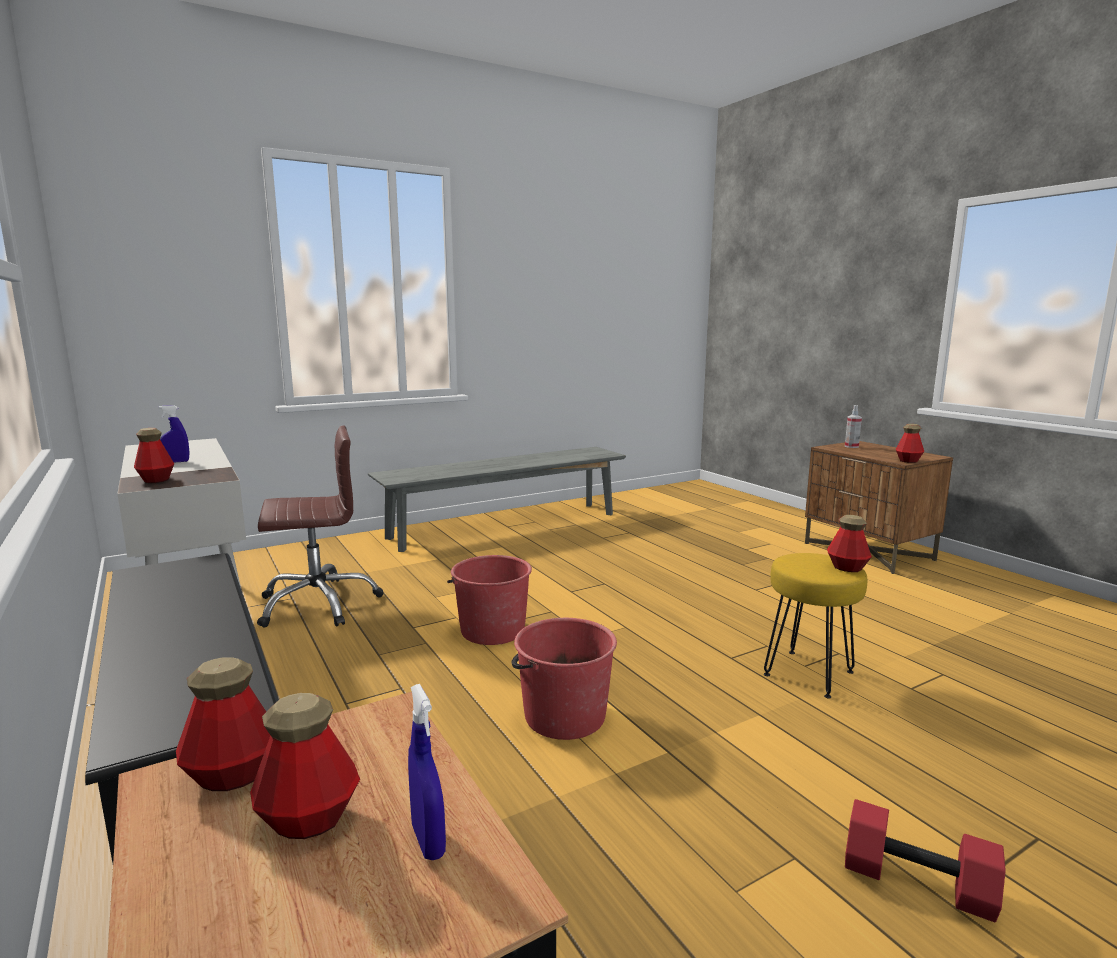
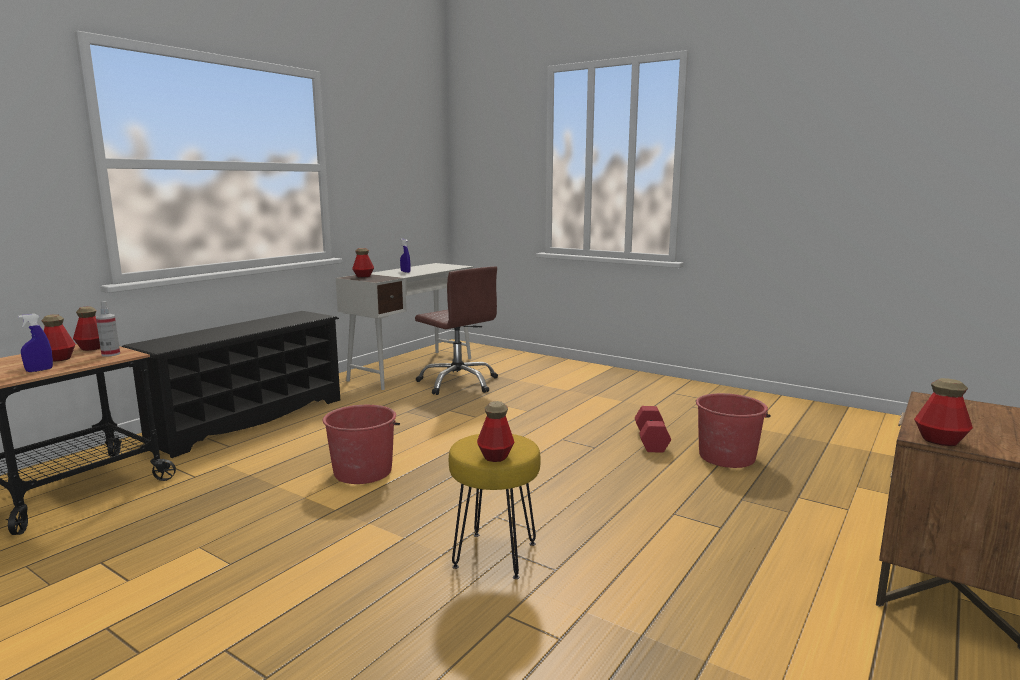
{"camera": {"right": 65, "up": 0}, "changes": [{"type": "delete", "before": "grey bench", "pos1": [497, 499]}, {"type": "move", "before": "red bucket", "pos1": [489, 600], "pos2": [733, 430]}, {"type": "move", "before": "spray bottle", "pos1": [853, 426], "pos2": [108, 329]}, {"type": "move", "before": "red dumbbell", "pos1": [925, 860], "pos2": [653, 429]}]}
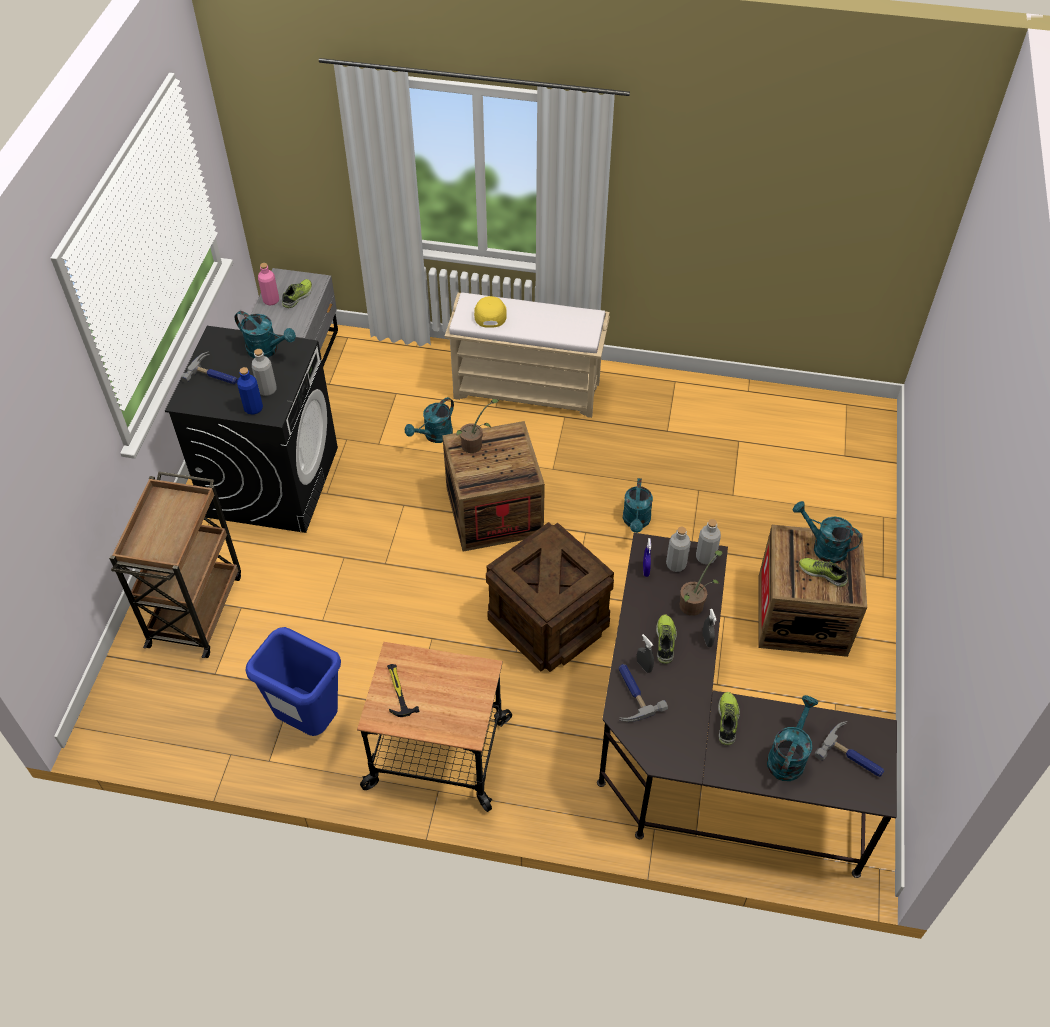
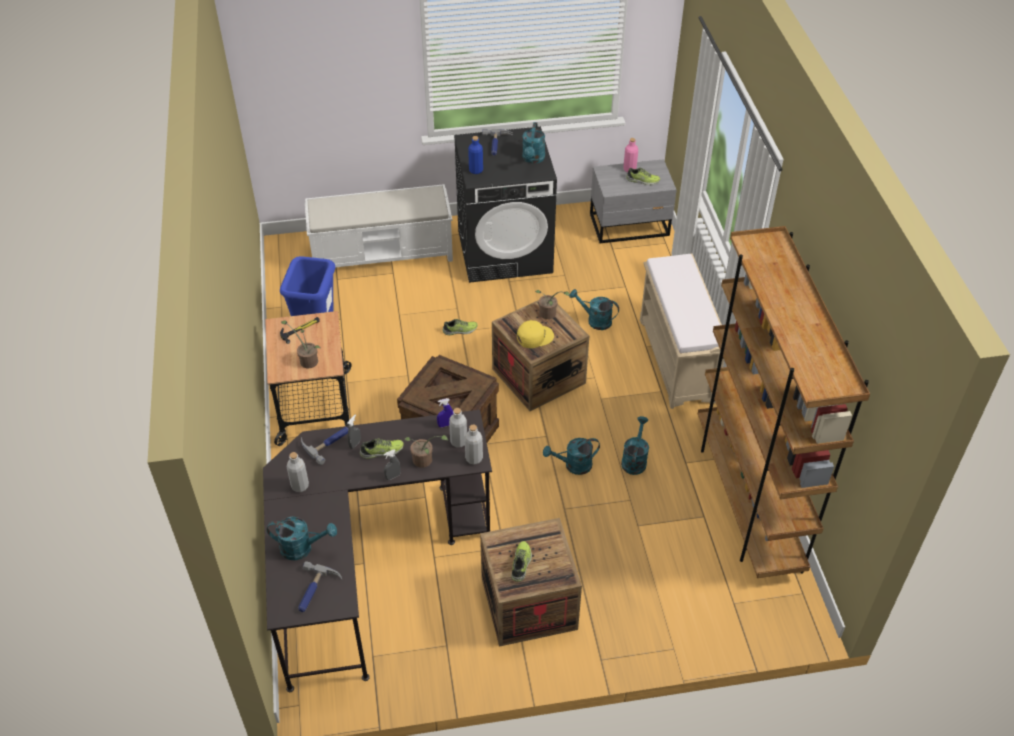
{"camera": {"right": 70, "up": -5}, "changes": [{"type": "insert", "after": "potted plant", "pos2": [300, 344]}, {"type": "insert", "after": "brown bookcase", "pos2": [784, 402]}, {"type": "move", "before": "grey bottle", "pos1": [264, 372], "pos2": [298, 472]}, {"type": "move", "before": "yellow cap", "pos1": [490, 312], "pos2": [535, 334]}, {"type": "move", "before": "shoe", "pos1": [729, 718], "pos2": [460, 327]}, {"type": "move", "before": "turquoise watering can", "pos1": [827, 532], "pos2": [635, 445]}, {"type": "replace", "before": "brown cart", "after": "white bench", "pos1": [175, 565], "pos2": [379, 225]}]}
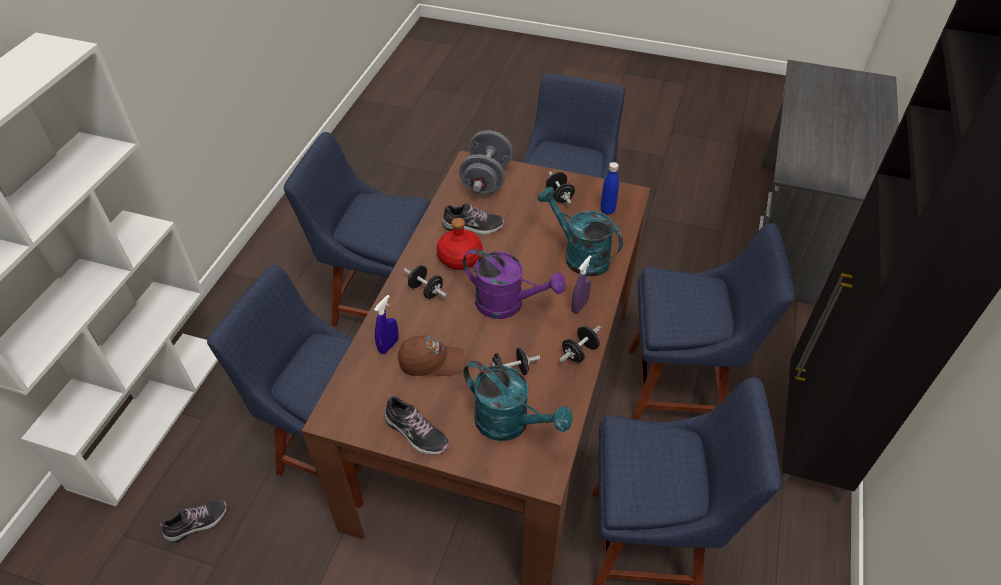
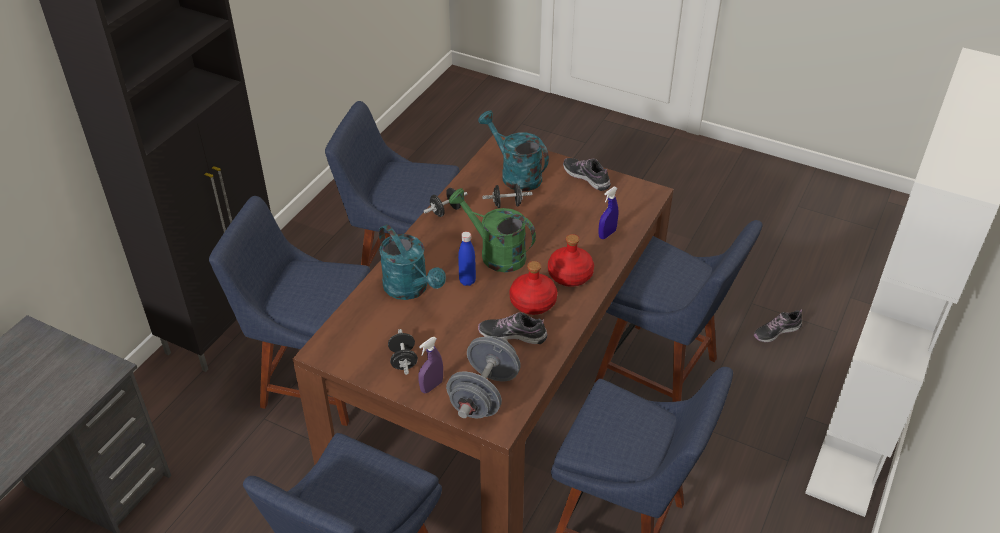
{"camera": {"right": -170, "up": -5}, "changes": [{"type": "delete", "before": "brown cap", "pos1": [431, 356]}, {"type": "move", "before": "purple spray bottle", "pos1": [581, 284], "pos2": [430, 365]}, {"type": "move", "before": "blue bottle", "pos1": [609, 188], "pos2": [467, 258]}, {"type": "replace", "before": "black dumbbell", "after": "red bottle", "pos1": [425, 282], "pos2": [571, 260]}, {"type": "recolor", "before": "purple watering can", "after": "green watering can", "pos1": [514, 284], "pos2": [492, 230]}]}
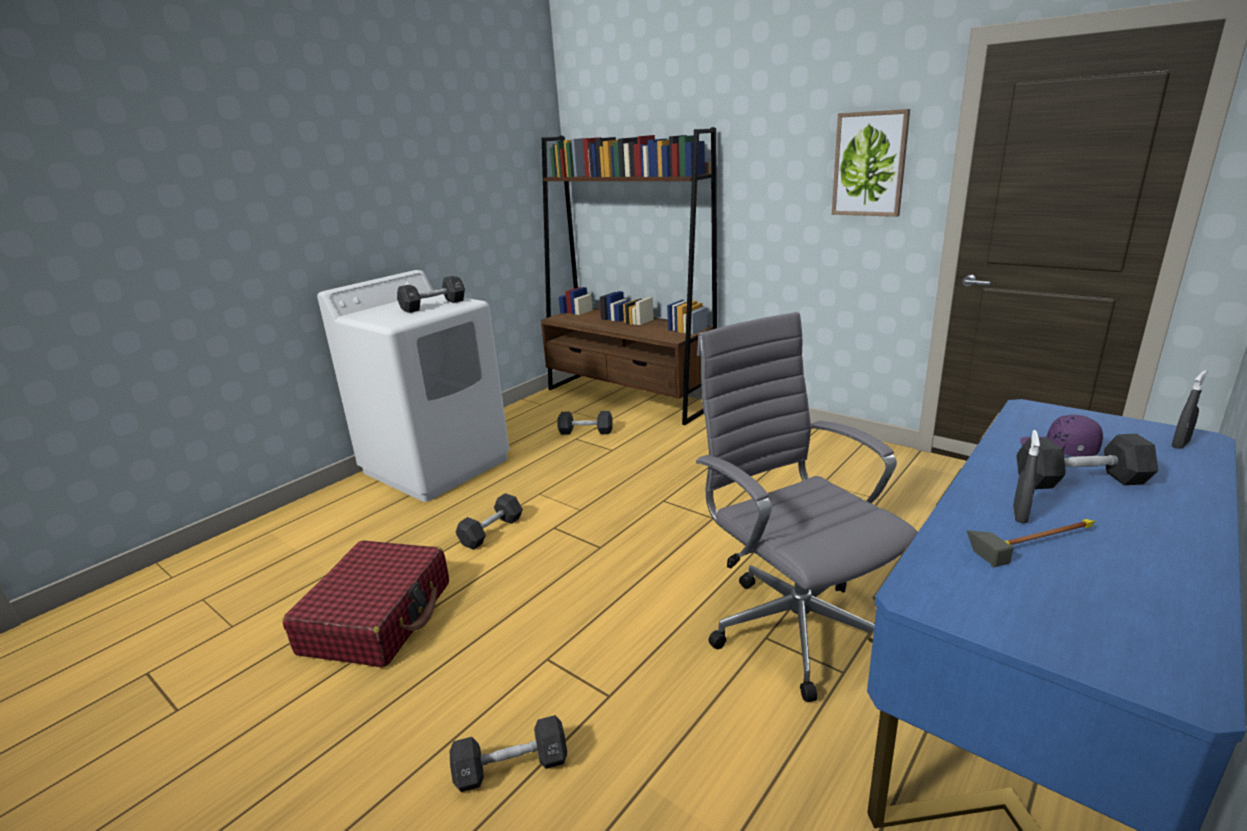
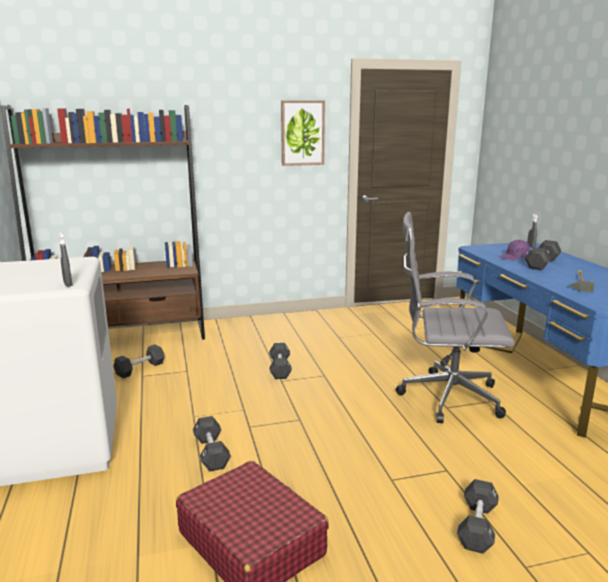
{"camera": {"right": -55, "up": -5}, "changes": [{"type": "move", "before": "black dumbbell", "pos1": [431, 294], "pos2": [280, 361]}, {"type": "move", "before": "grey spray bottle", "pos1": [1026, 476], "pos2": [66, 259]}]}
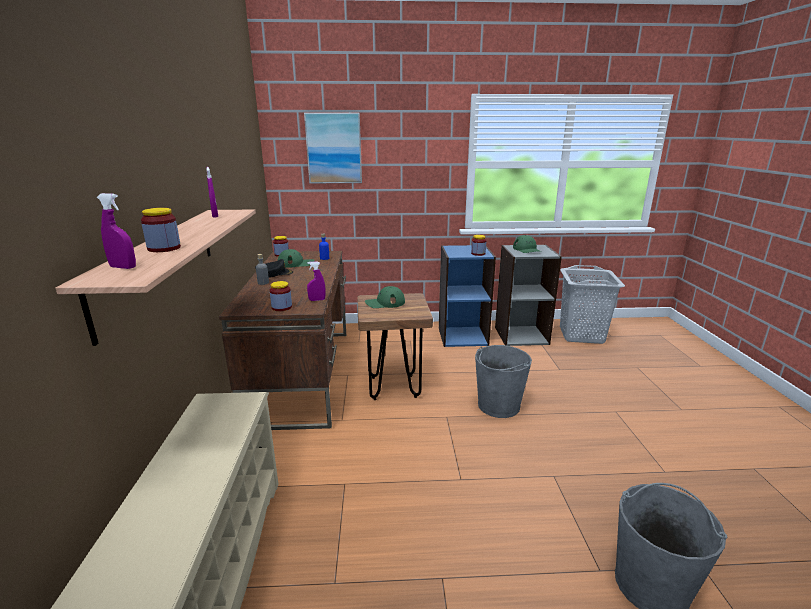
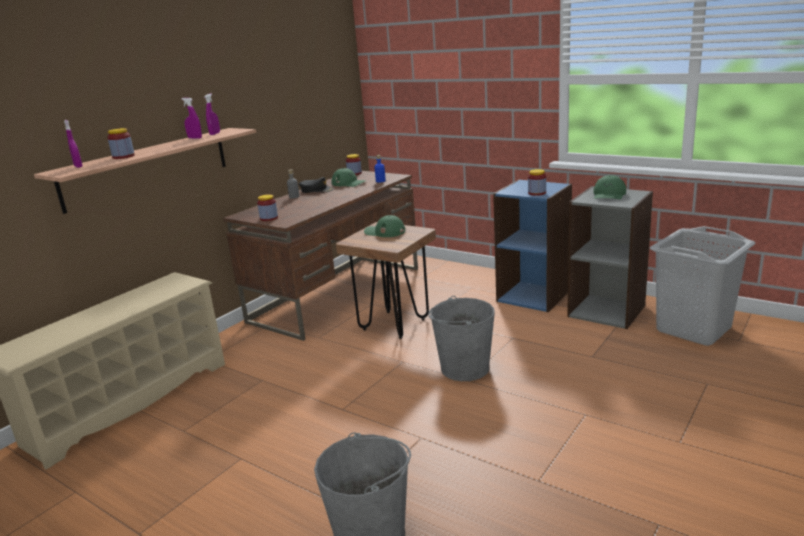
{"camera": {"right": 40, "up": 0}, "changes": [{"type": "delete", "before": "picture", "pos1": [333, 148]}, {"type": "move", "before": "purple spray bottle", "pos1": [316, 281], "pos2": [191, 118]}]}
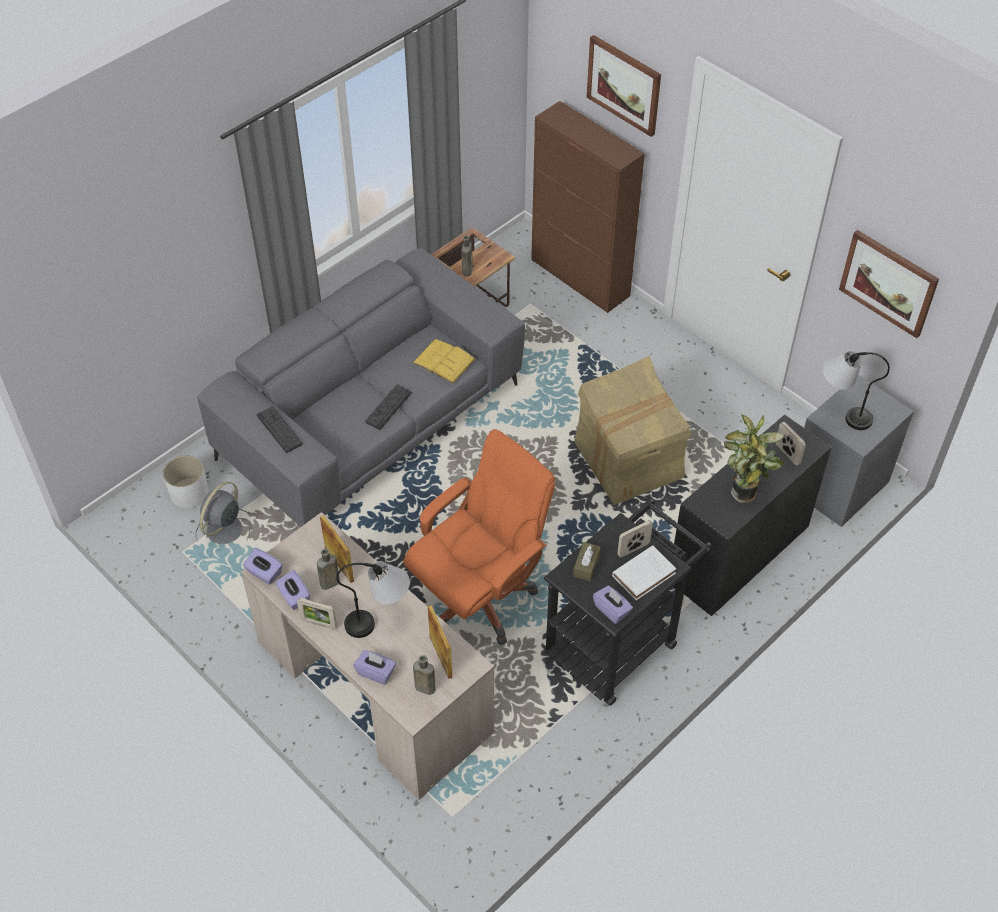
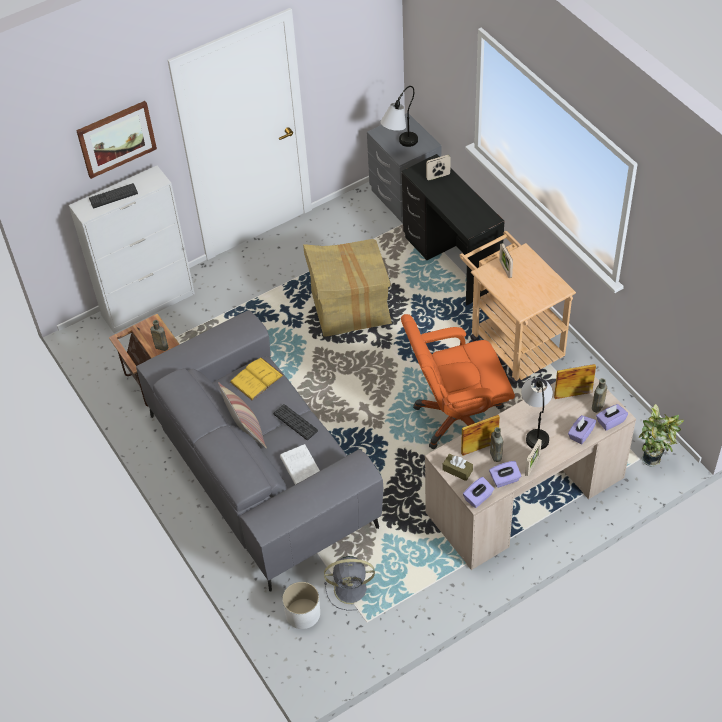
{"camera": {"right": -75, "up": 0}, "changes": [{"type": "delete", "before": "picture", "pos1": [889, 284]}, {"type": "insert", "after": "pillow", "pos2": [242, 415]}, {"type": "move", "before": "keyboard", "pos1": [280, 429], "pos2": [113, 195]}, {"type": "move", "before": "brown tissue box", "pos1": [587, 561], "pos2": [458, 467]}, {"type": "move", "before": "purple tissue box", "pos1": [613, 605], "pos2": [612, 417]}, {"type": "move", "before": "white book", "pos1": [644, 572], "pos2": [300, 464]}, {"type": "move", "before": "potted plant", "pos1": [754, 458], "pos2": [661, 435]}, {"type": "recolor", "before": "brown cabinet", "after": "white cabinet", "pos1": [588, 207], "pos2": [132, 249]}, {"type": "recolor", "before": "black cart", "after": "beige cart", "pos1": [628, 602], "pos2": [518, 307]}, {"type": "rotate", "before": "grey fan", "pos1": [223, 512], "pos2": [349, 583], "turn": -45}, {"type": "rotate", "before": "orange office chair", "pos1": [479, 537], "pos2": [458, 381], "turn": -75}]}
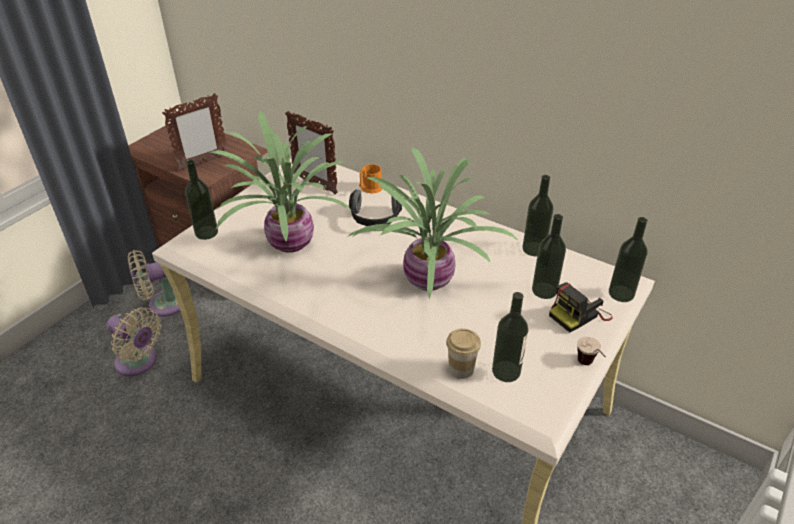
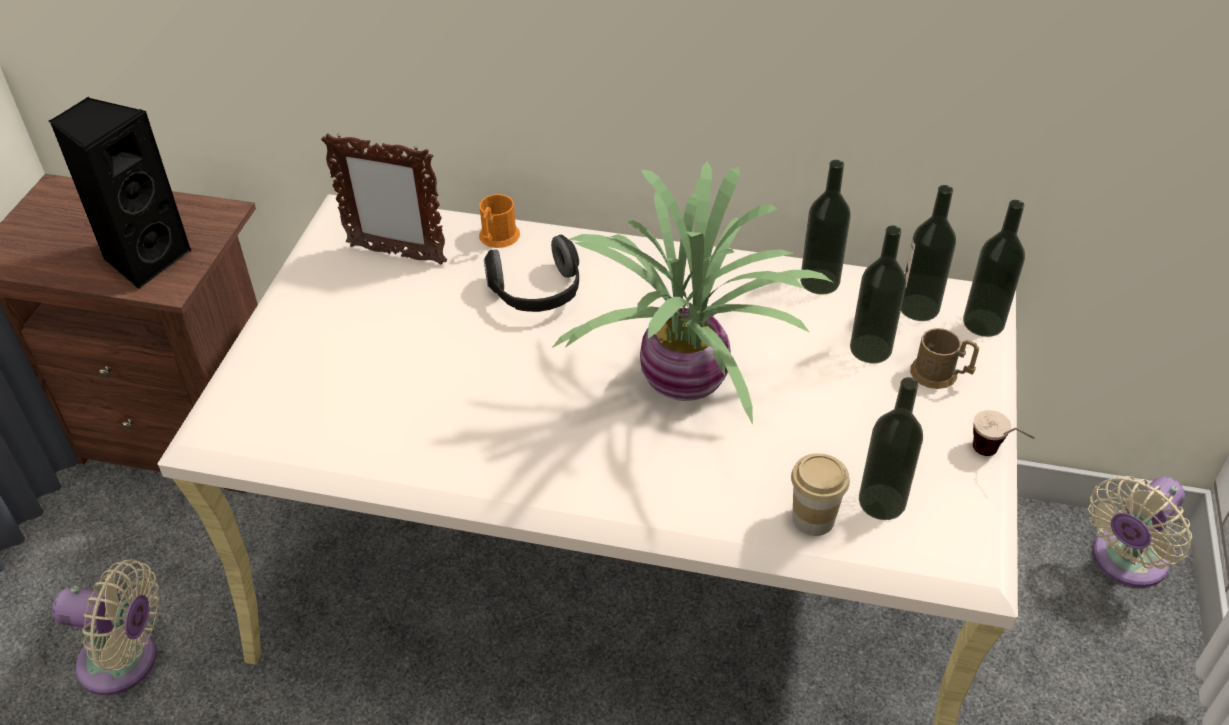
{"camera": {"right": -20, "up": 5}, "changes": [{"type": "delete", "before": "potted plant", "pos1": [281, 182]}, {"type": "move", "before": "beige fan", "pos1": [154, 283], "pos2": [1140, 532]}, {"type": "move", "before": "bottle", "pos1": [201, 200], "pos2": [928, 253]}, {"type": "replace", "before": "picture frame", "after": "black speaker", "pos1": [195, 132], "pos2": [120, 193]}, {"type": "replace", "before": "photo camera", "after": "brown mug", "pos1": [581, 307], "pos2": [944, 358]}]}
